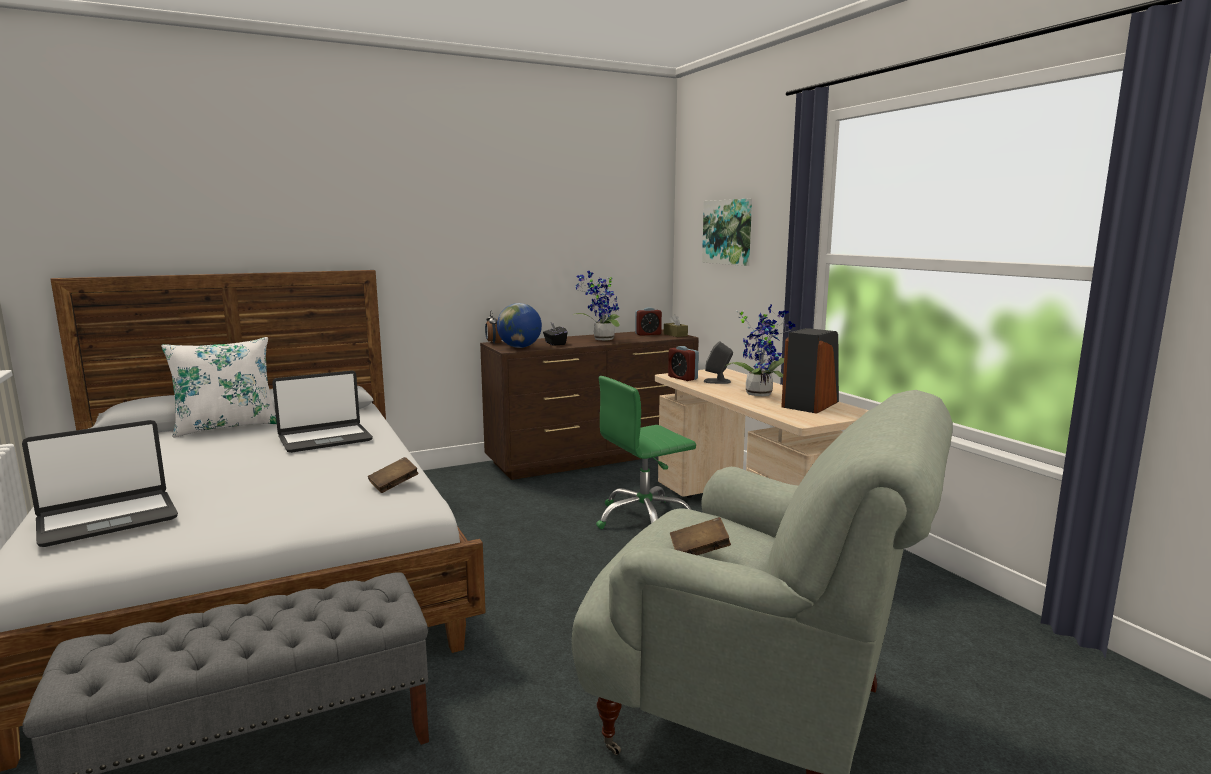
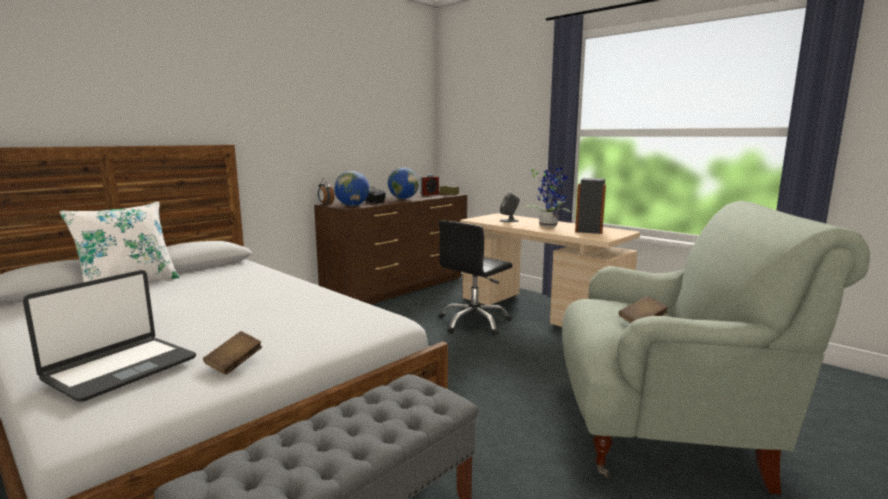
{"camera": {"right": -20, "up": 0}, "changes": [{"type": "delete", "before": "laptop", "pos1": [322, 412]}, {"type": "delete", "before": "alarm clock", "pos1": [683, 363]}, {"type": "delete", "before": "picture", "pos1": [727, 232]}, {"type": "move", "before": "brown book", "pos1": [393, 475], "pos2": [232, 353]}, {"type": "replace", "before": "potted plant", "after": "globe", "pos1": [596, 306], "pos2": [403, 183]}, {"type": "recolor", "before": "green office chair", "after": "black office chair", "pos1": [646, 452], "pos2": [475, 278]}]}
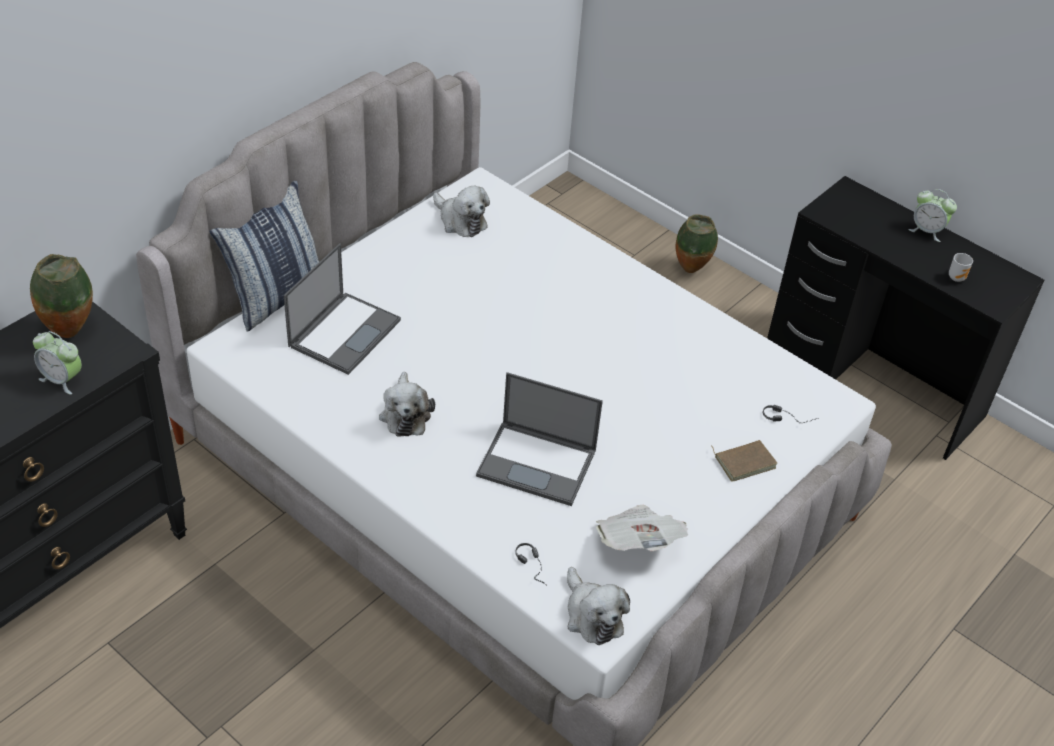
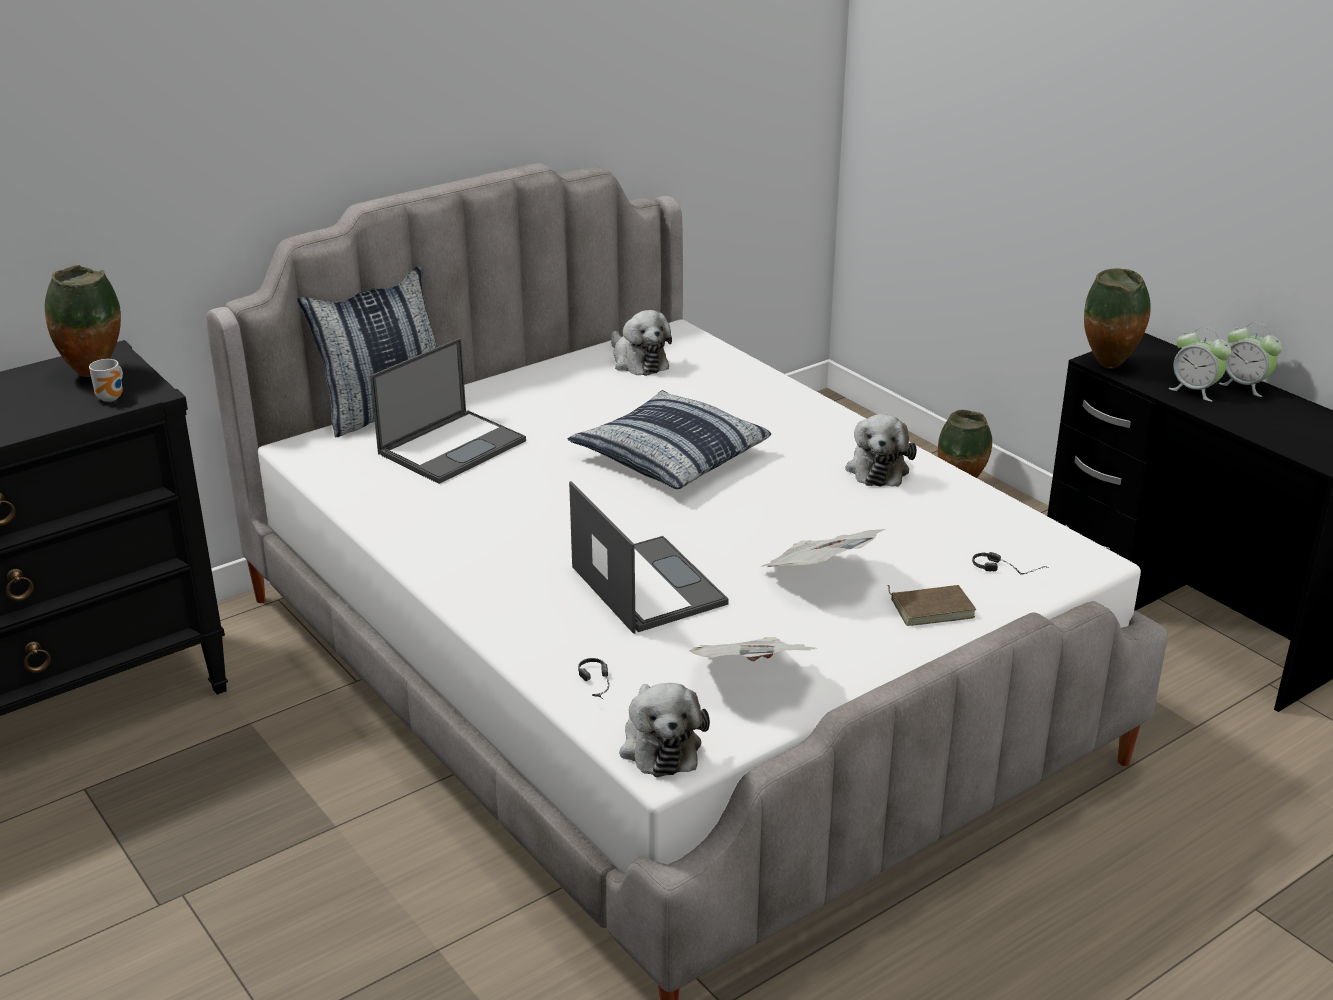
{"camera": {"right": 15, "up": -15}, "changes": [{"type": "insert", "after": "pillow", "pos2": [669, 439]}, {"type": "insert", "after": "newspaper", "pos2": [823, 548]}, {"type": "insert", "after": "vase", "pos2": [1117, 318]}, {"type": "move", "before": "alarm clock", "pos1": [57, 363], "pos2": [1200, 364]}, {"type": "move", "before": "plush toy", "pos1": [407, 404], "pos2": [881, 450]}, {"type": "move", "before": "mug", "pos1": [961, 267], "pos2": [106, 380]}, {"type": "rotate", "before": "laptop", "pos1": [539, 439], "pos2": [649, 557], "turn": -150}]}
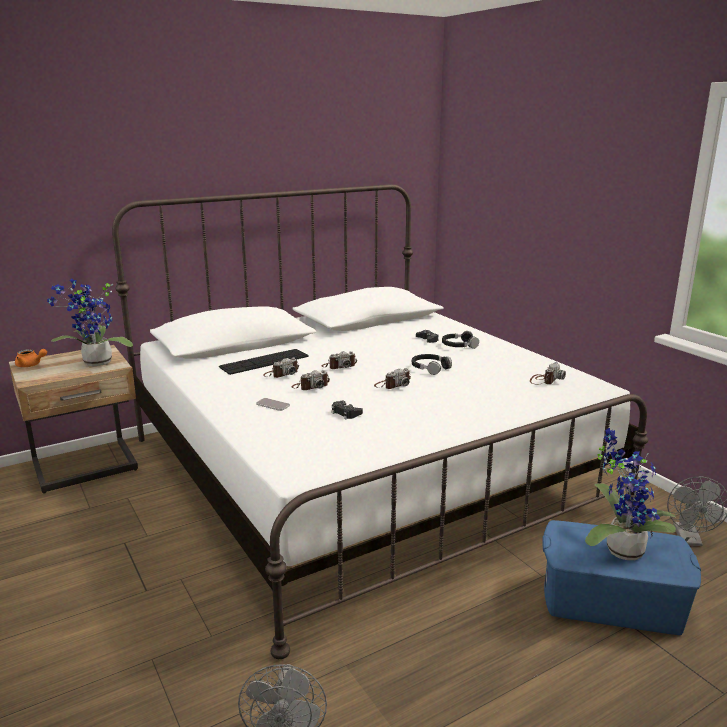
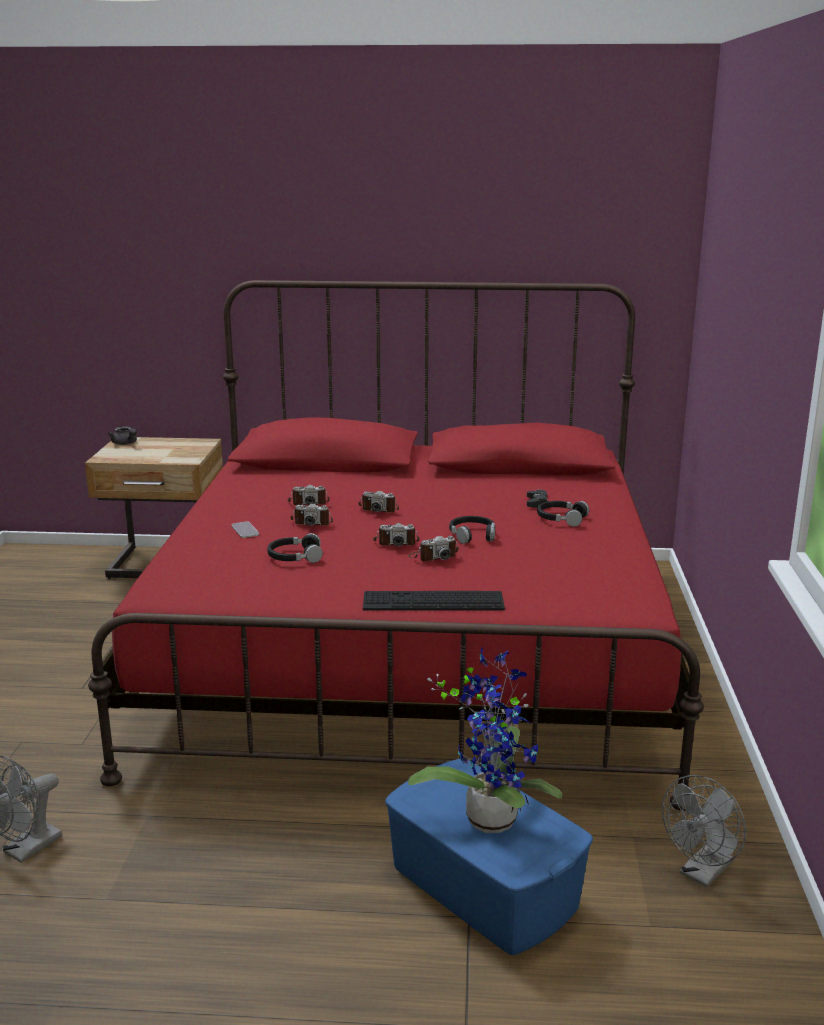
{"camera": {"right": 35, "up": 0}, "changes": [{"type": "delete", "before": "potted plant", "pos1": [90, 322]}, {"type": "move", "before": "keyboard", "pos1": [264, 362], "pos2": [434, 600]}, {"type": "move", "before": "photo camera", "pos1": [548, 373], "pos2": [433, 548]}, {"type": "replace", "before": "black game controller", "after": "black headphones", "pos1": [347, 410], "pos2": [295, 548]}, {"type": "recolor", "before": "orange teapot", "after": "grey teapot", "pos1": [31, 358], "pos2": [122, 435]}, {"type": "recolor", "before": "white bed", "after": "red bed", "pos1": [380, 421], "pos2": [396, 545]}]}
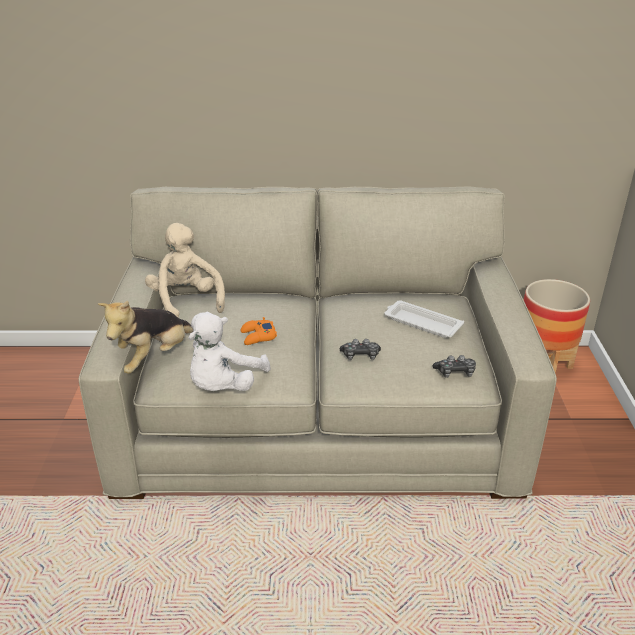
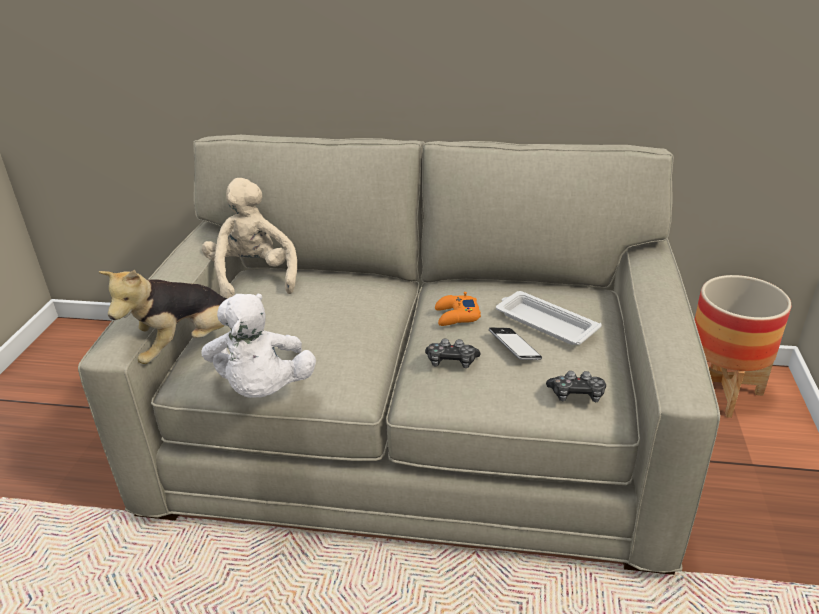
{"camera": {"right": 10, "up": 0}, "changes": [{"type": "insert", "after": "phone", "pos2": [515, 343]}, {"type": "move", "before": "orange game controller", "pos1": [259, 331], "pos2": [458, 309]}, {"type": "rotate", "before": "white plush toy", "pos1": [229, 351], "pos2": [258, 346], "turn": -45}]}
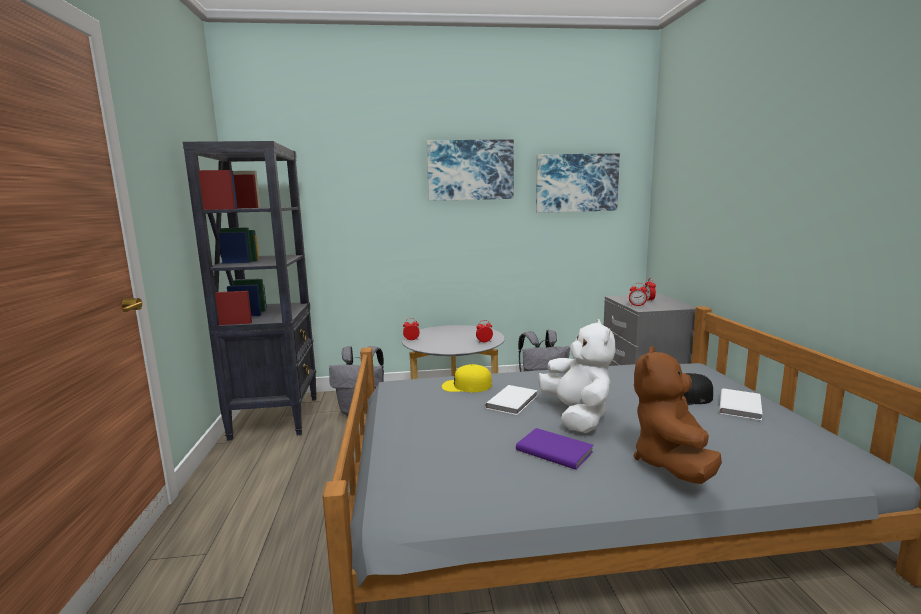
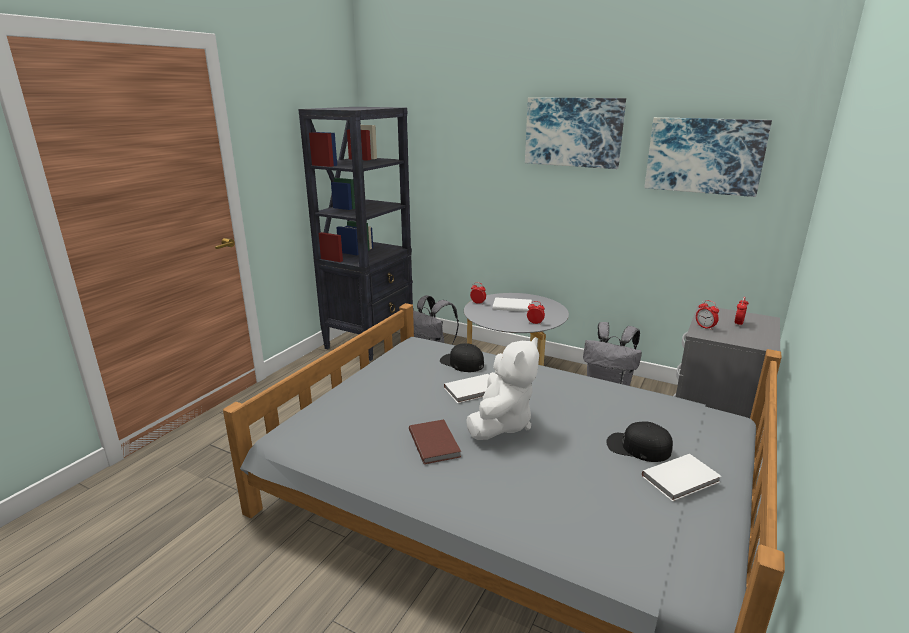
{"camera": {"right": 35, "up": 10}, "changes": [{"type": "delete", "before": "brown plush toy", "pos1": [678, 415]}, {"type": "insert", "after": "white book", "pos2": [512, 304]}, {"type": "recolor", "before": "yellow cap", "after": "black cap", "pos1": [467, 378], "pos2": [462, 357]}, {"type": "recolor", "before": "purple book", "after": "brown book", "pos1": [555, 449], "pos2": [435, 441]}]}
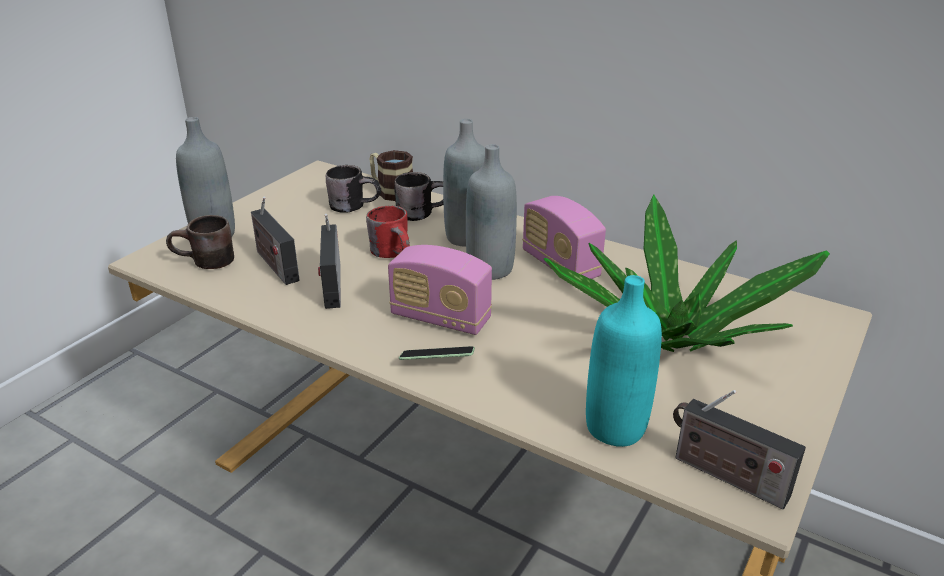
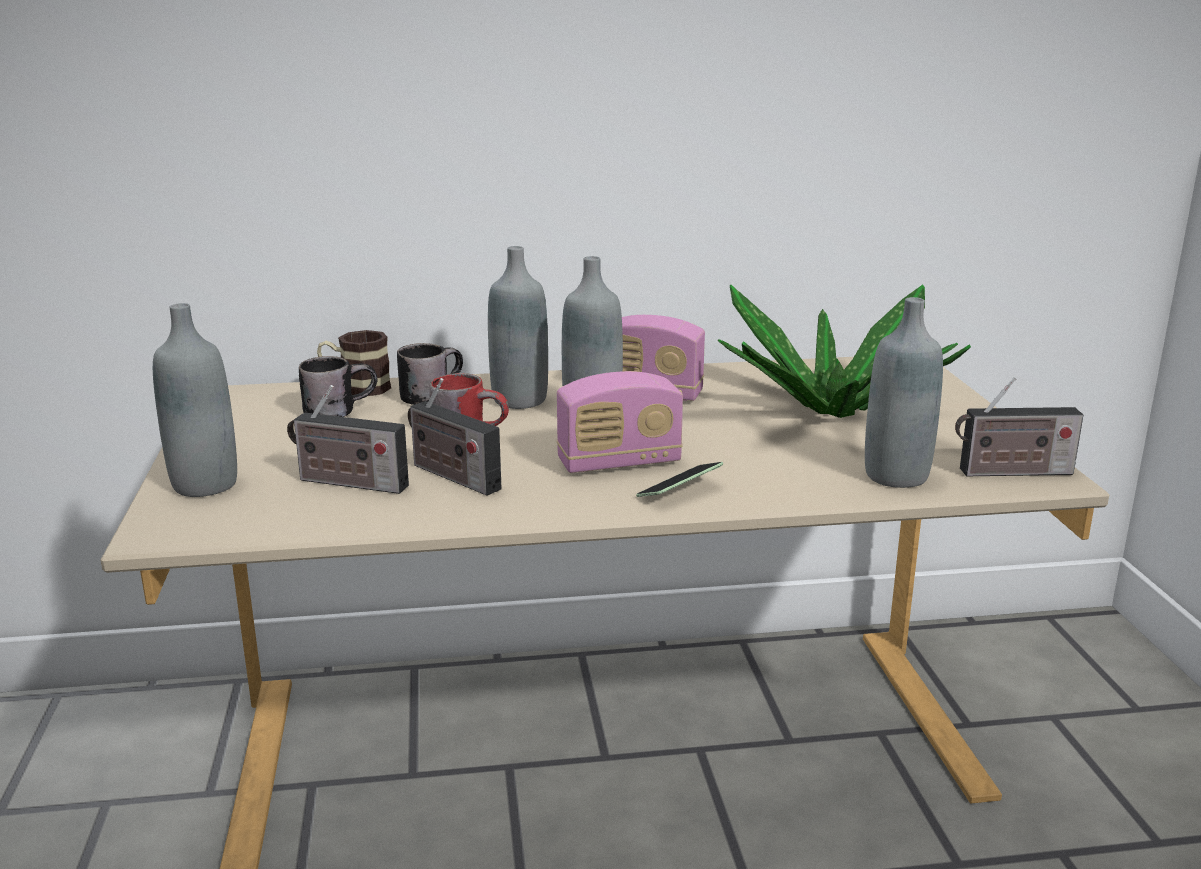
{"camera": {"right": -40, "up": -10}, "changes": [{"type": "delete", "before": "brown mug", "pos1": [200, 242]}, {"type": "recolor", "before": "turquoise bottle", "after": "grey bottle", "pos1": [624, 361], "pos2": [904, 392]}]}
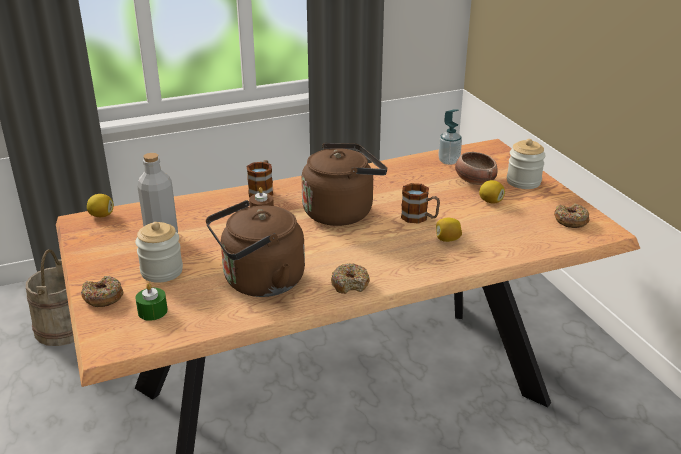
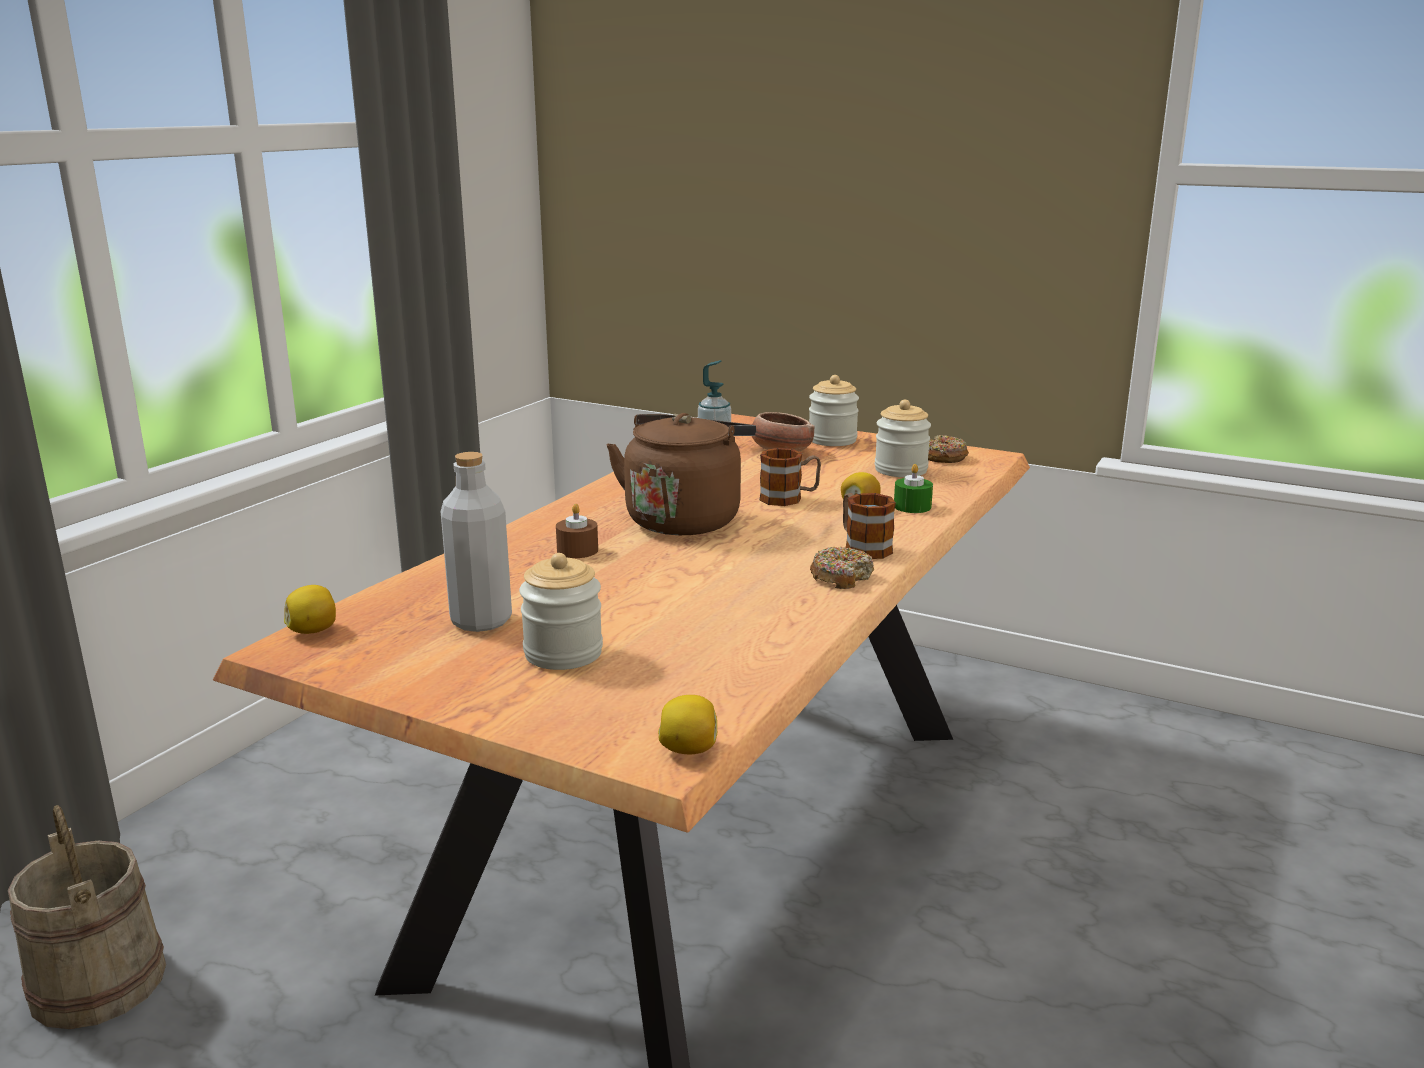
{"camera": {"right": -40, "up": -10}, "changes": [{"type": "delete", "before": "donut", "pos1": [102, 291]}, {"type": "delete", "before": "brown kettle", "pos1": [255, 248]}, {"type": "insert", "after": "jar", "pos2": [903, 438]}, {"type": "move", "before": "green candle", "pos1": [151, 302], "pos2": [913, 488]}, {"type": "move", "before": "mug", "pos1": [260, 178], "pos2": [869, 526]}, {"type": "move", "before": "lemon", "pos1": [492, 191], "pos2": [687, 725]}]}
